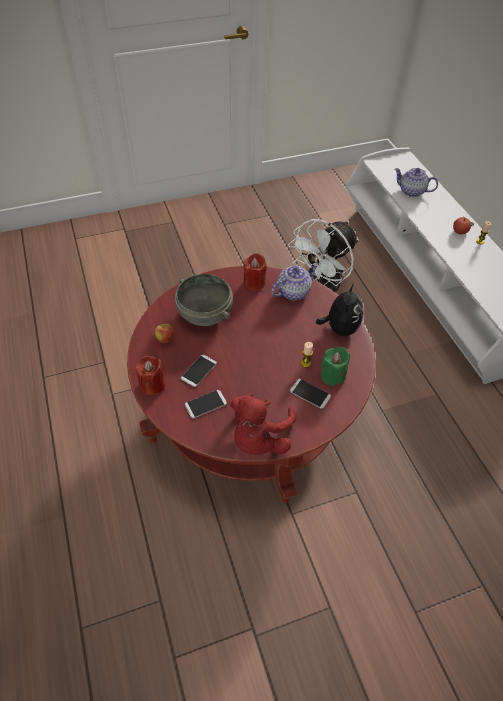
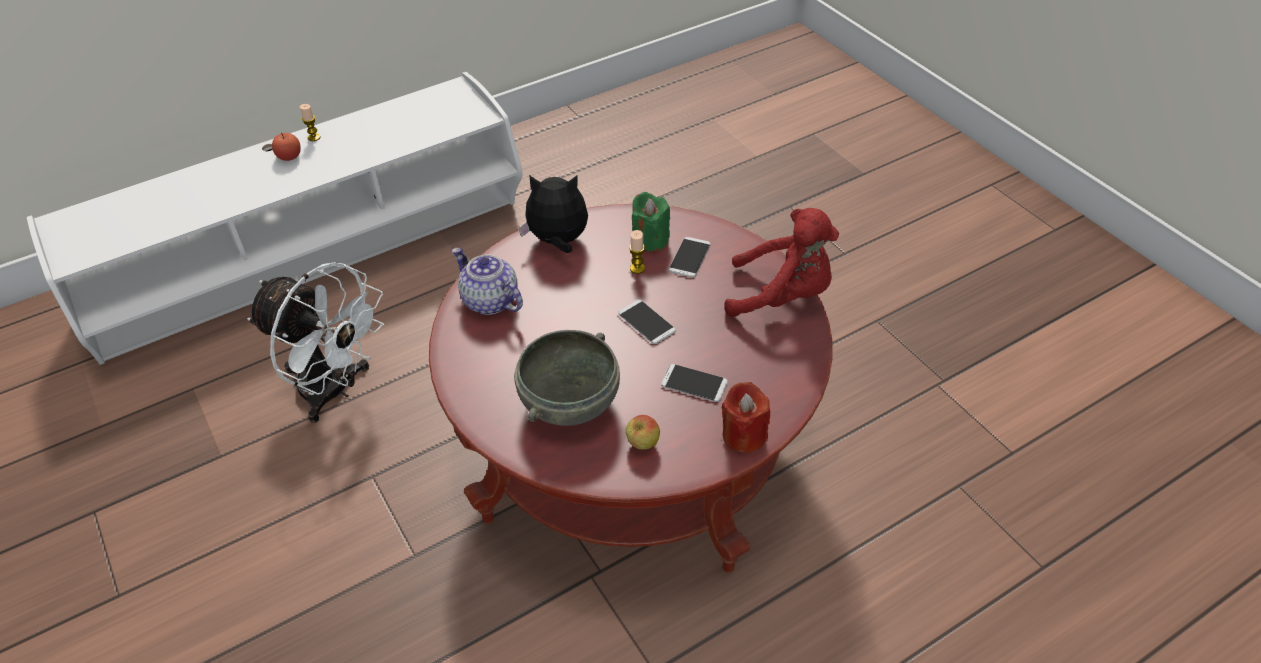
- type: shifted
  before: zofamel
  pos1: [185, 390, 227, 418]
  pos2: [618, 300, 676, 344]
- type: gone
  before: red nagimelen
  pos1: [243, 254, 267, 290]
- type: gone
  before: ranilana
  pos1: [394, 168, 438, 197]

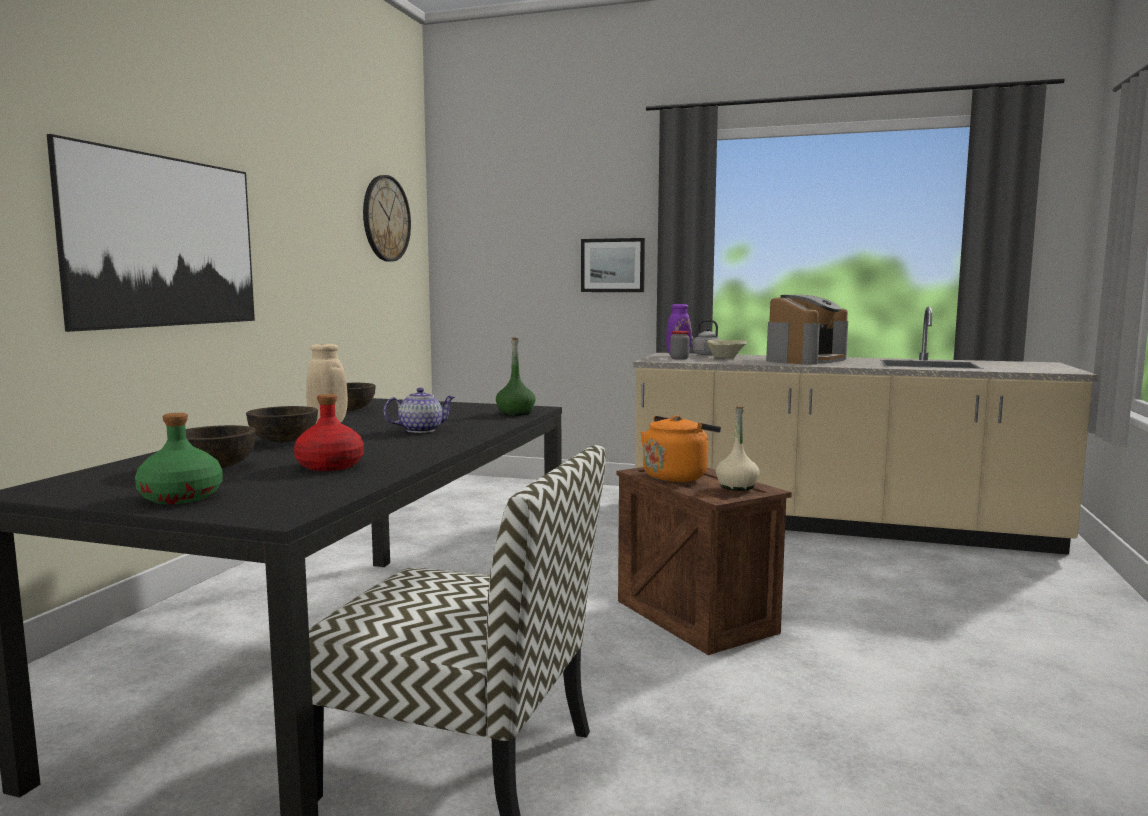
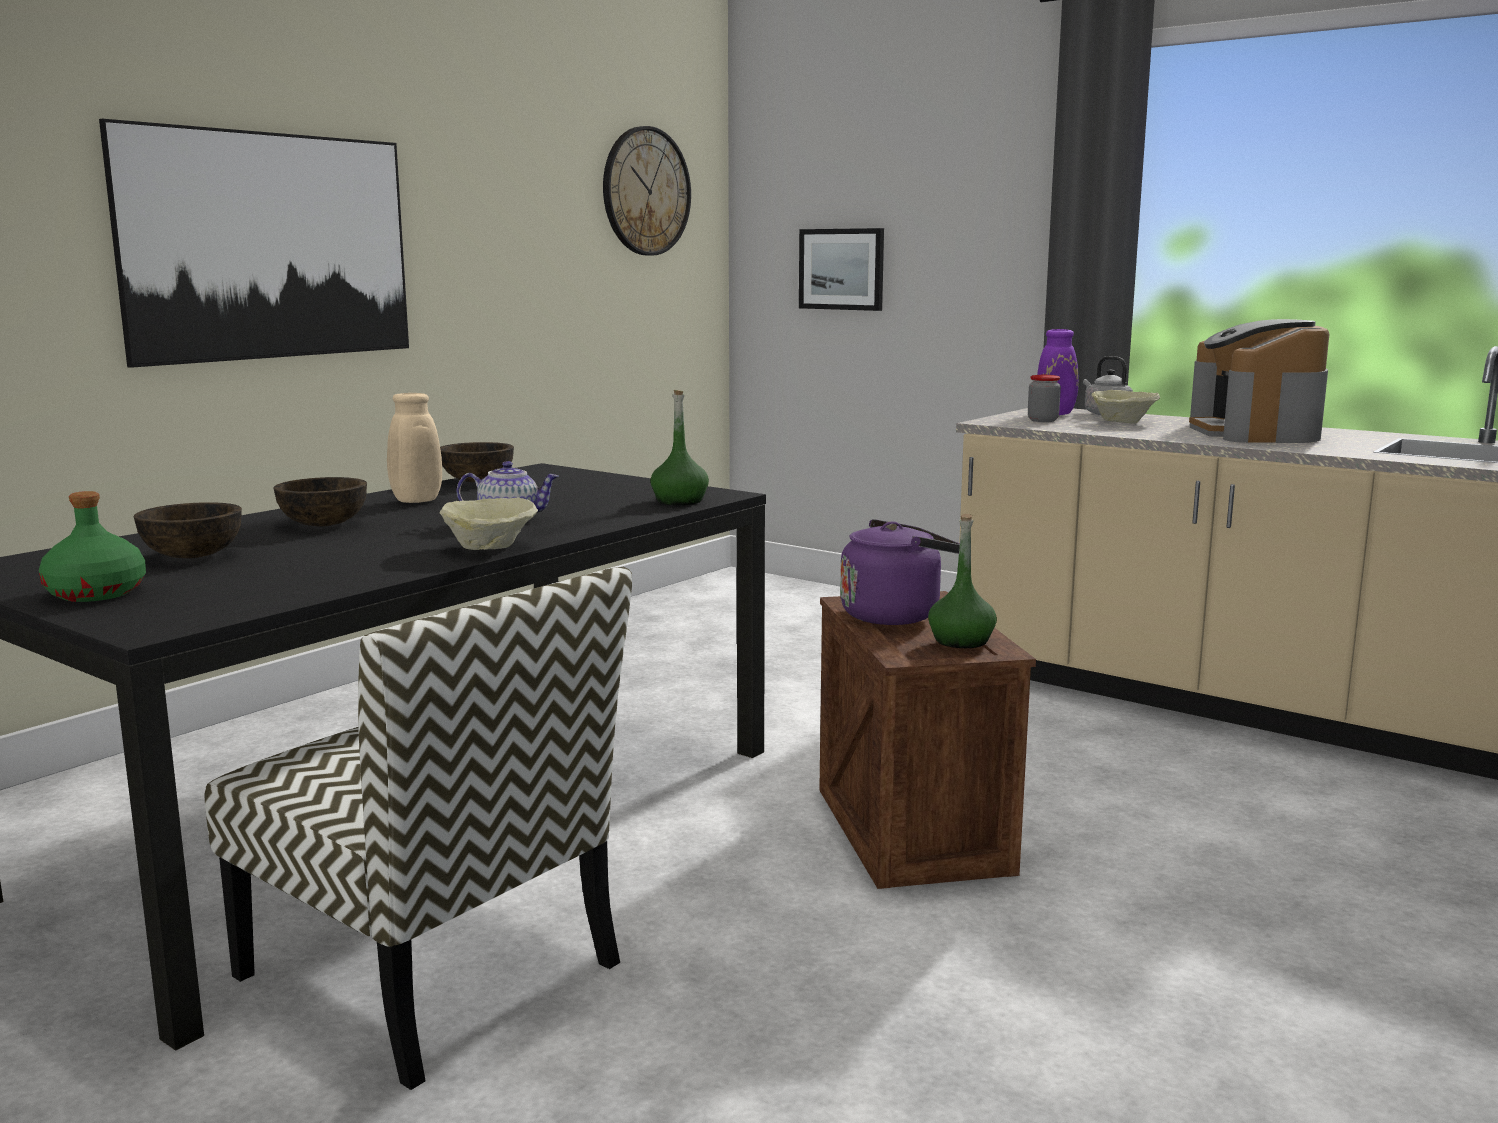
- type: gone
  before: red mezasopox
  pos1: [294, 394, 364, 471]
- type: shifted
  before: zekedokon
  pos1: [581, 238, 645, 292]
  pos2: [799, 228, 884, 311]
- type: repainted
  before: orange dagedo
  after: purple dagedo
  pos1: [640, 415, 721, 482]
  pos2: [840, 519, 960, 625]
- type: repainted
  before: beige mezasopox
  after: green mezasopox
  pos1: [716, 405, 760, 491]
  pos2: [928, 514, 997, 648]
- type: rotated
  before: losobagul
  pos1: [766, 295, 848, 365]
  pos2: [1189, 319, 1329, 443]
  turn: 120
- type: new
  after: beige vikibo
  pos2: [439, 498, 538, 550]

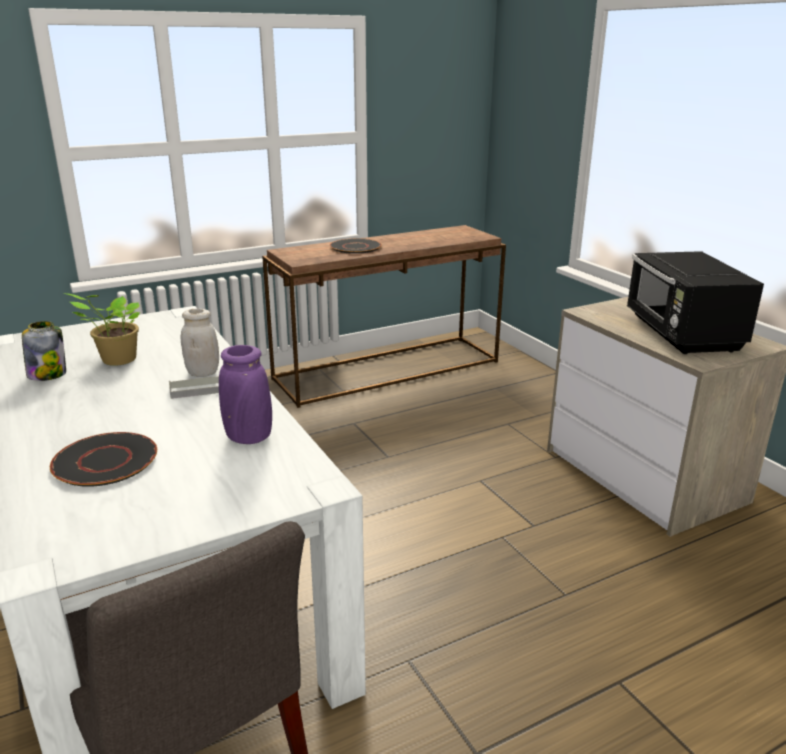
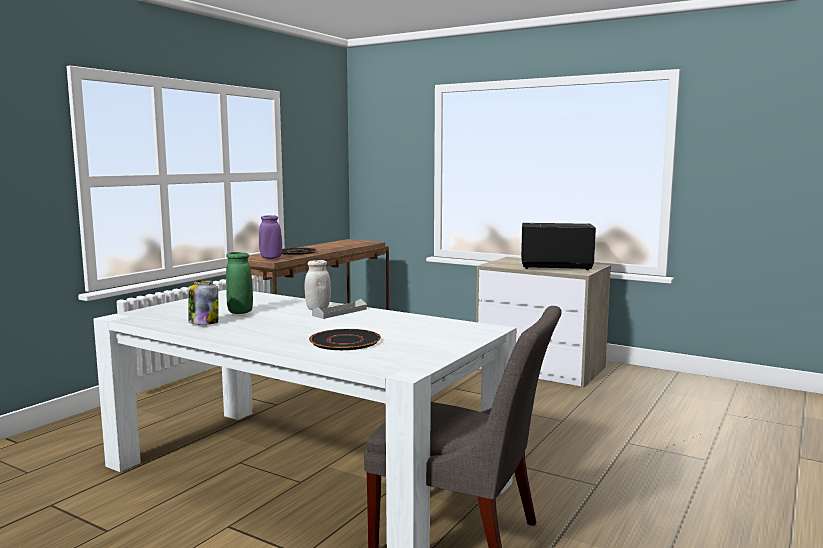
- type: swapped
  before: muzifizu
  after: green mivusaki
  pos1: [64, 293, 140, 366]
  pos2: [226, 252, 253, 314]
- type: shifted
  before: purple mivusaki
  pos1: [219, 345, 272, 444]
  pos2: [259, 215, 282, 259]
- type: rotated
  before: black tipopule
  pos1: [627, 251, 764, 354]
  pos2: [521, 223, 596, 270]
  turn: 135

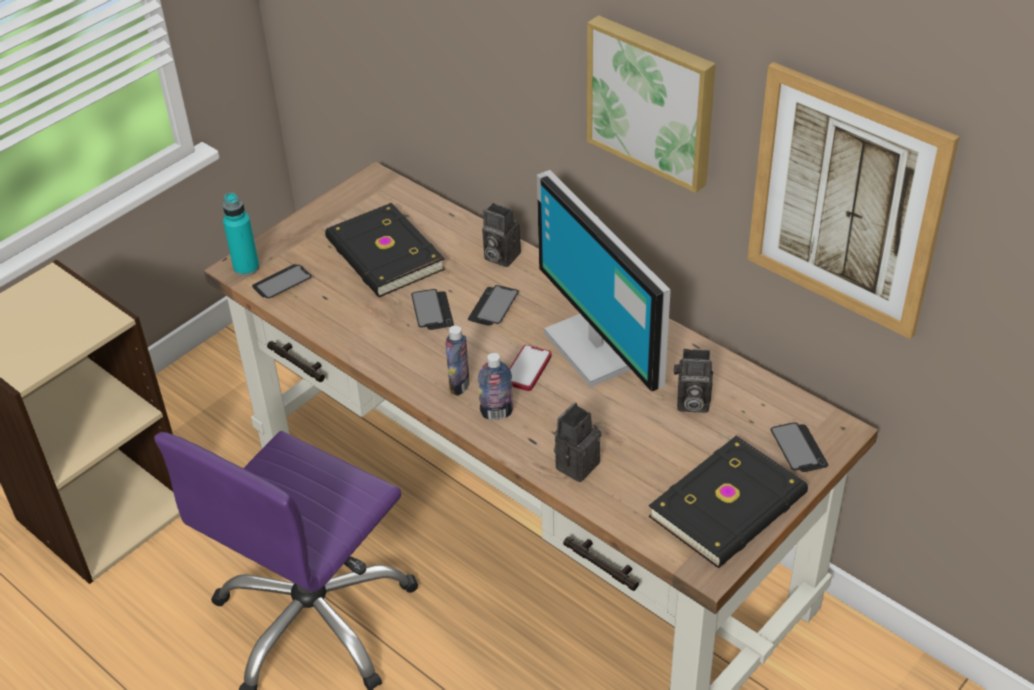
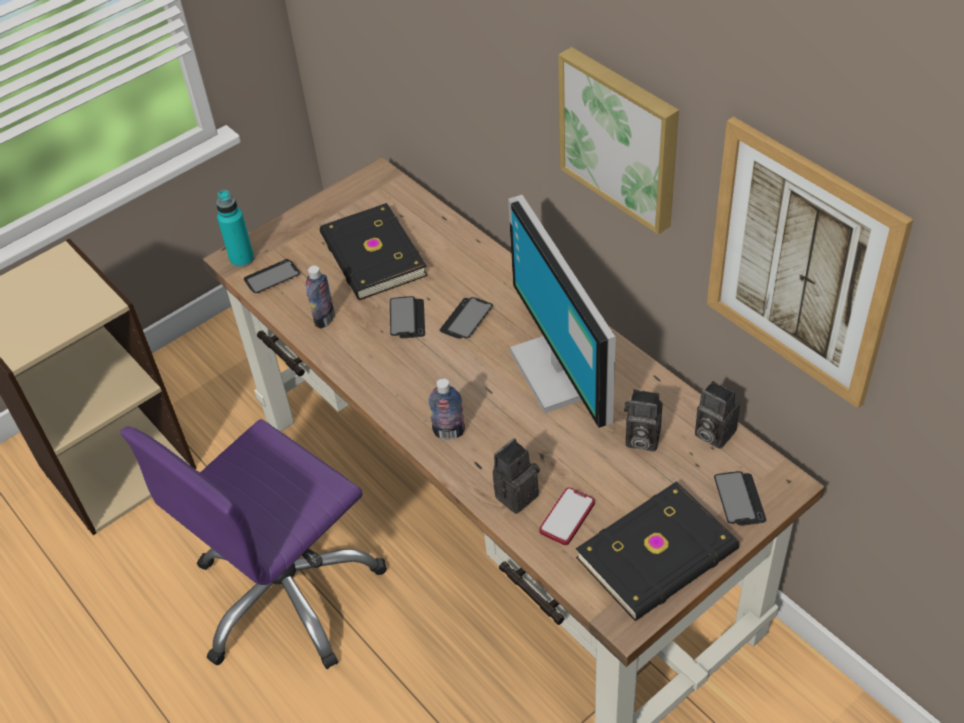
- type: shifted
  before: mezasopox
  pos1: [445, 326, 470, 396]
  pos2: [306, 266, 335, 329]
- type: shifted
  before: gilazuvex
  pos1: [482, 203, 521, 267]
  pos2: [695, 381, 740, 449]
- type: shifted
  before: zofamel
  pos1: [509, 345, 552, 391]
  pos2: [539, 487, 595, 545]

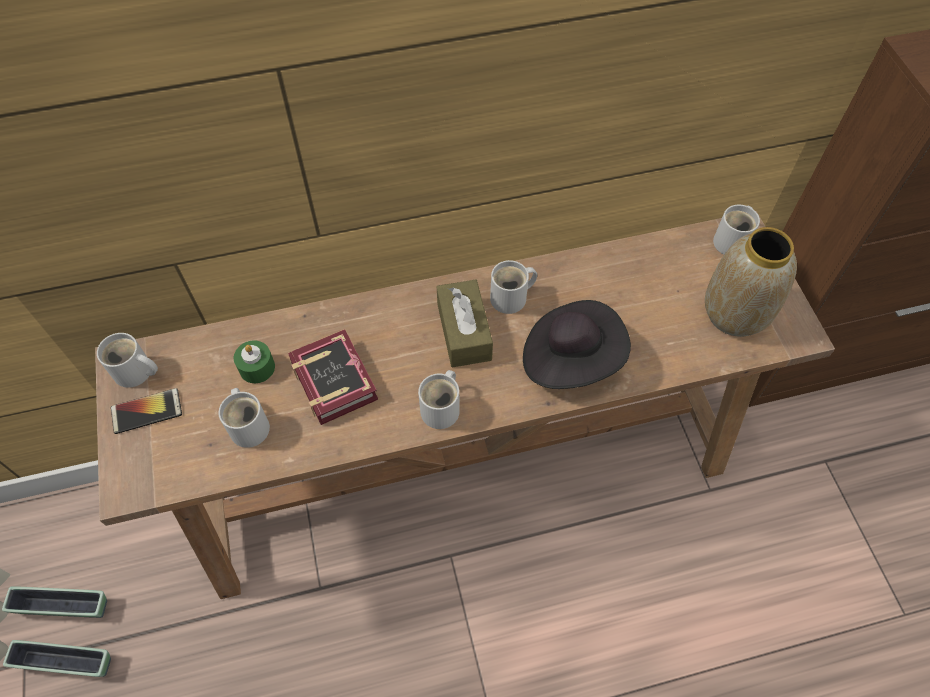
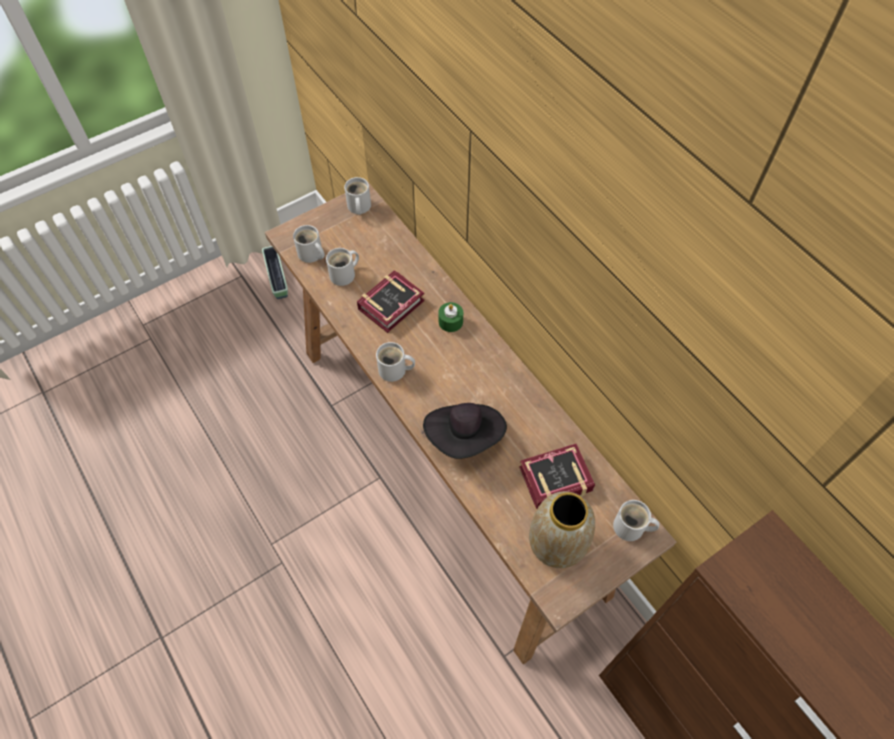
- type: gone
  before: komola
  pos1: [3, 640, 111, 677]
- type: gone
  before: zofamel
  pos1: [111, 388, 182, 434]
- type: shifted
  before: green nagimelen
  pos1: [234, 340, 275, 383]
  pos2: [438, 302, 463, 332]
- type: gone
  before: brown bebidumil
  pos1: [437, 279, 493, 368]
- type: shifted
  before: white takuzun
  pos1: [490, 260, 537, 314]
  pos2: [293, 225, 325, 263]
- type: new
  after: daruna
  pos2: [519, 444, 595, 509]

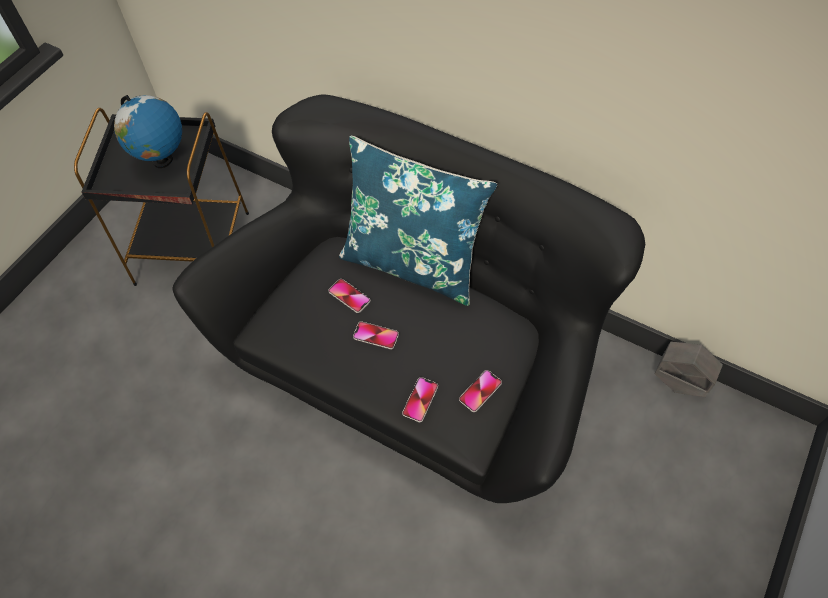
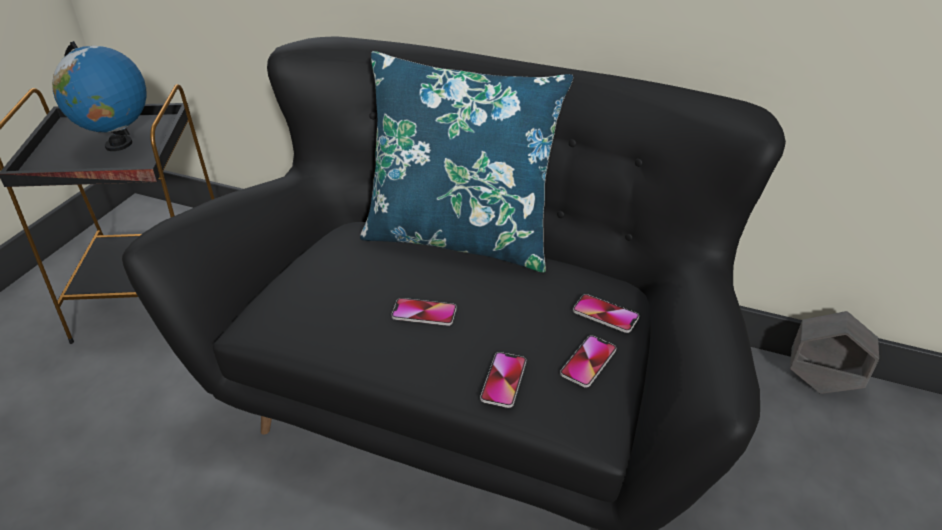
- type: shifted
  before: zofamel
  pos1: [328, 279, 371, 313]
  pos2: [573, 294, 639, 333]

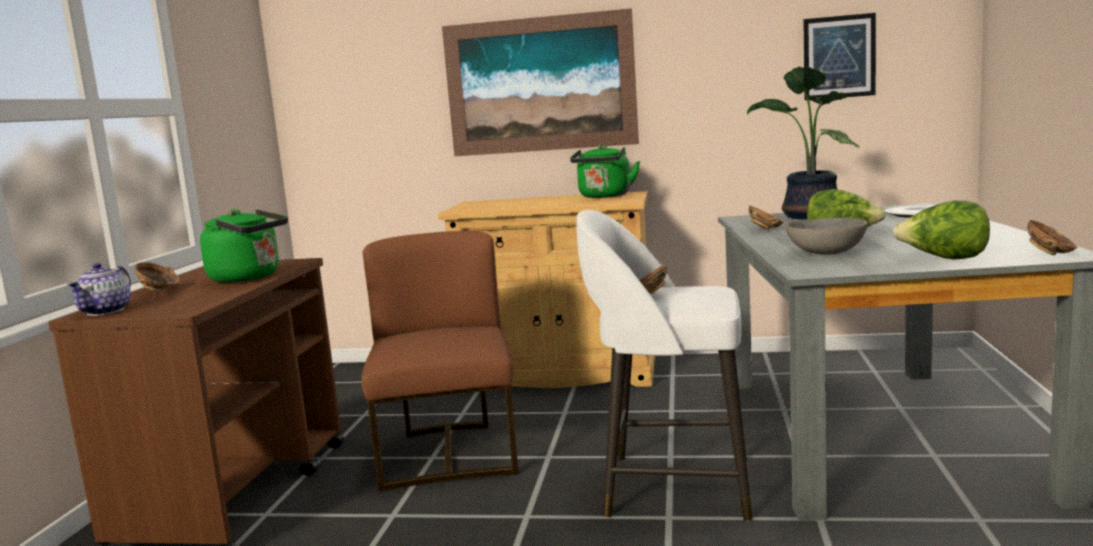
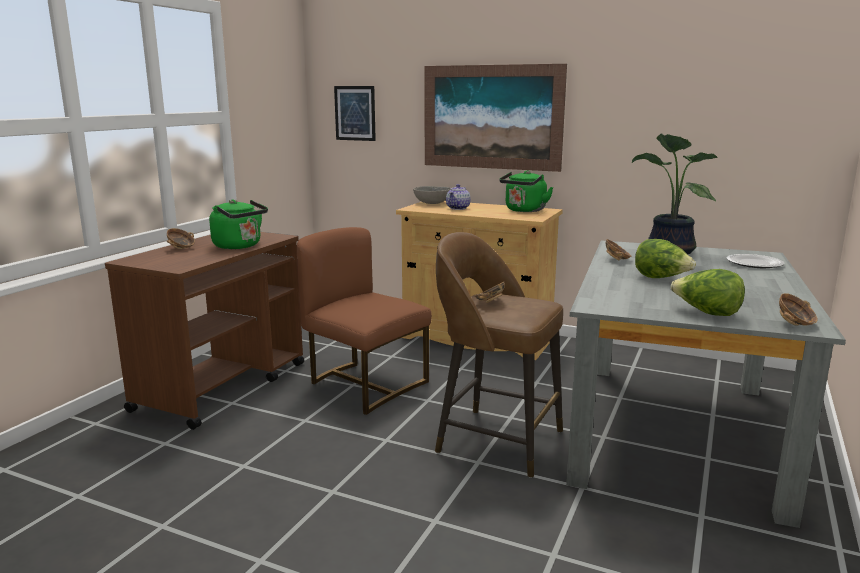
- type: shifted
  before: ranilana
  pos1: [67, 263, 131, 316]
  pos2: [446, 184, 471, 210]
- type: rotated
  before: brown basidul
  pos1: [361, 231, 519, 491]
  pos2: [297, 227, 432, 415]
  turn: -60
- type: repainted
  before: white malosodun
  after: brown malosodun
  pos1: [576, 210, 753, 521]
  pos2: [435, 232, 563, 478]
- type: shifted
  before: grey vikibo
  pos1: [785, 218, 868, 255]
  pos2: [413, 186, 451, 204]
- type: shifted
  before: zekedokon
  pos1: [803, 13, 876, 100]
  pos2: [334, 86, 376, 141]

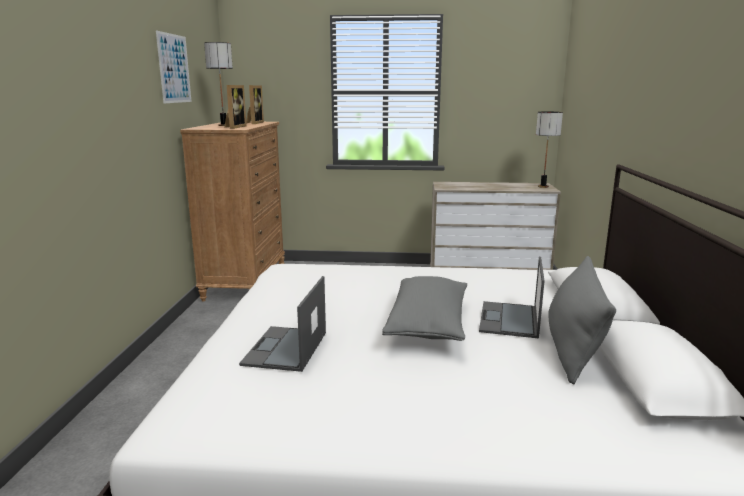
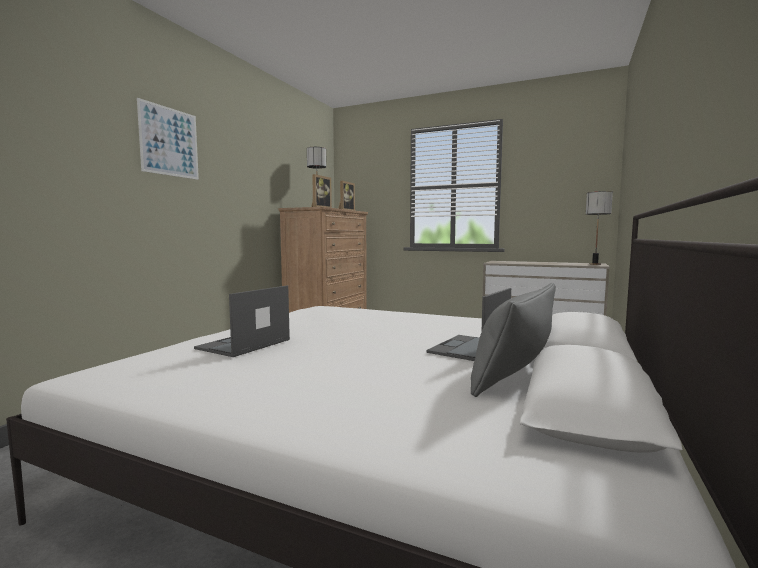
- type: shifted
  before: zekedokon
  pos1: [156, 31, 192, 103]
  pos2: [137, 98, 199, 180]
- type: gone
  before: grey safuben
  pos1: [382, 276, 467, 341]

